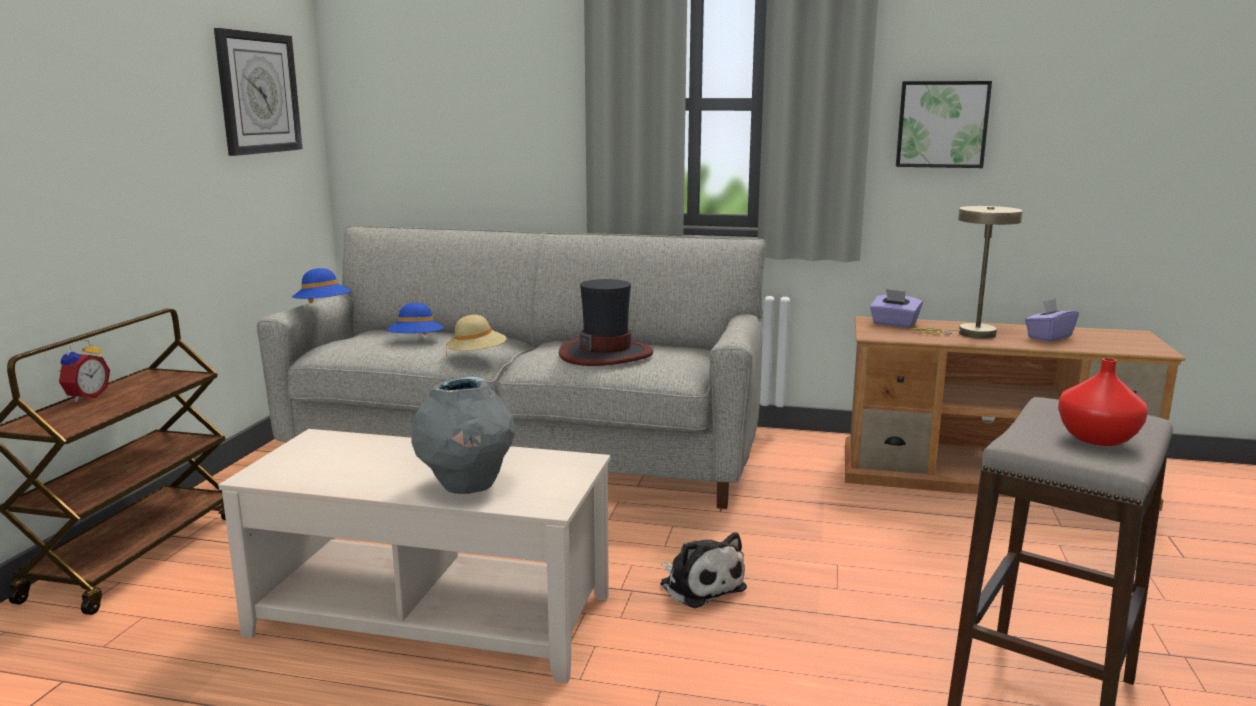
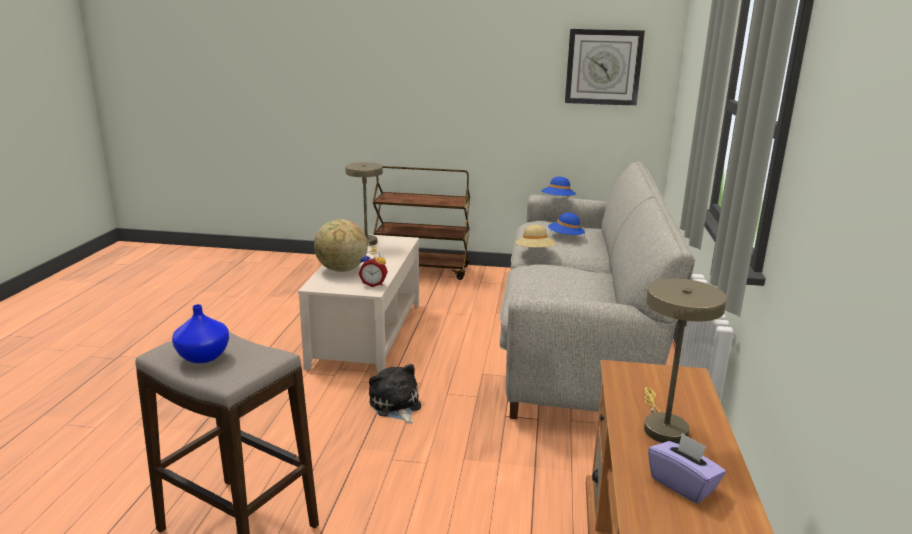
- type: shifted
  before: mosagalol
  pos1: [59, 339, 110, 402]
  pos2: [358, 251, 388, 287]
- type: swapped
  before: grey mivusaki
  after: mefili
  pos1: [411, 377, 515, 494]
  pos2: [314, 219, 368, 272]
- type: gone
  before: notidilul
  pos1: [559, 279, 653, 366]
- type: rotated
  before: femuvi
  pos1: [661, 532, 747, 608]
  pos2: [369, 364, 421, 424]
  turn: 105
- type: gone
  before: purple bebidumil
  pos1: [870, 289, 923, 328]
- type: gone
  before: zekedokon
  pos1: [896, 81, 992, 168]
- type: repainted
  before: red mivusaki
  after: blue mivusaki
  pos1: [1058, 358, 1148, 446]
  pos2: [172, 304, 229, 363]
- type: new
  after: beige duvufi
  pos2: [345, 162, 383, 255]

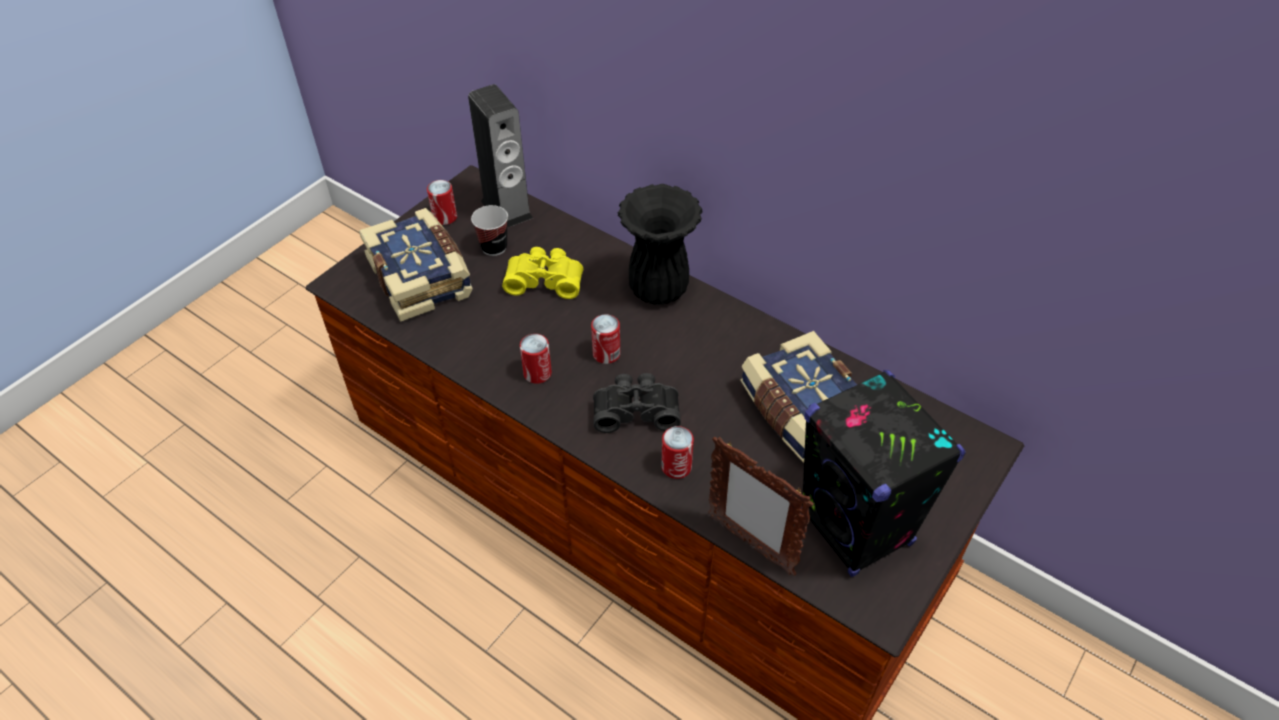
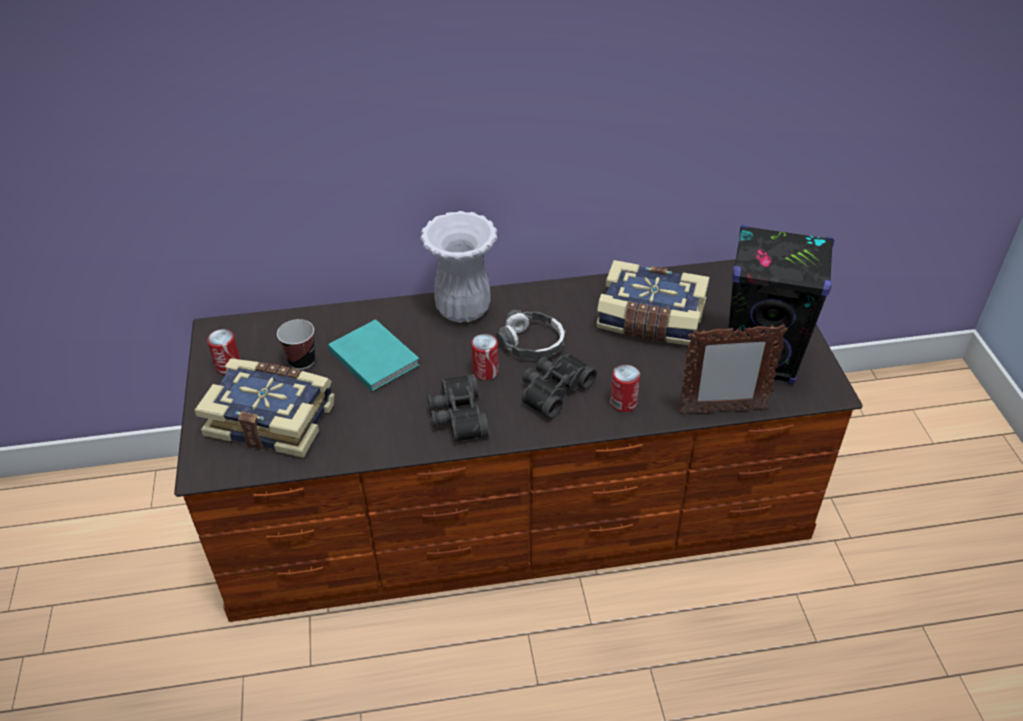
- type: gone
  before: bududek
  pos1: [468, 84, 533, 228]
- type: swapped
  before: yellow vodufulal
  after: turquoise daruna
  pos1: [502, 247, 583, 299]
  pos2: [328, 319, 420, 392]
- type: swapped
  before: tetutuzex
  after: black vodufulal
  pos1: [520, 334, 552, 384]
  pos2: [427, 374, 489, 442]
- type: repainted
  before: black mivusaki
  after: white mivusaki
  pos1: [618, 184, 703, 305]
  pos2: [420, 211, 497, 323]
- type: new
  after: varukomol
  pos2: [496, 310, 565, 359]

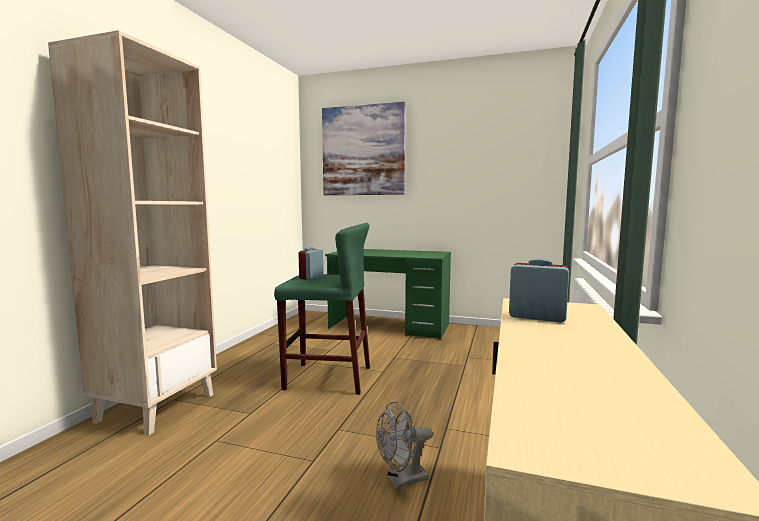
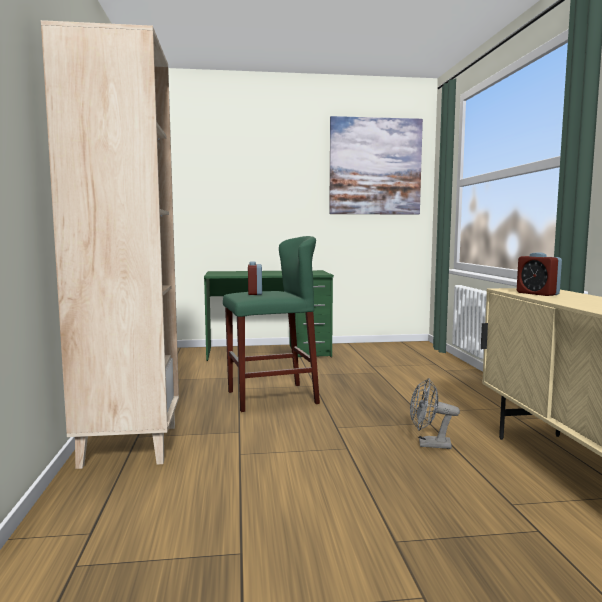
- type: shifted
  before: zekedokon
  pos1: [322, 102, 405, 195]
  pos2: [329, 116, 423, 215]
- type: rotated
  before: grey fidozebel
  pos1: [376, 402, 433, 489]
  pos2: [410, 378, 460, 449]
  turn: 60
- type: rotated
  before: mosagalol
  pos1: [509, 258, 569, 322]
  pos2: [517, 252, 562, 296]
  turn: -120

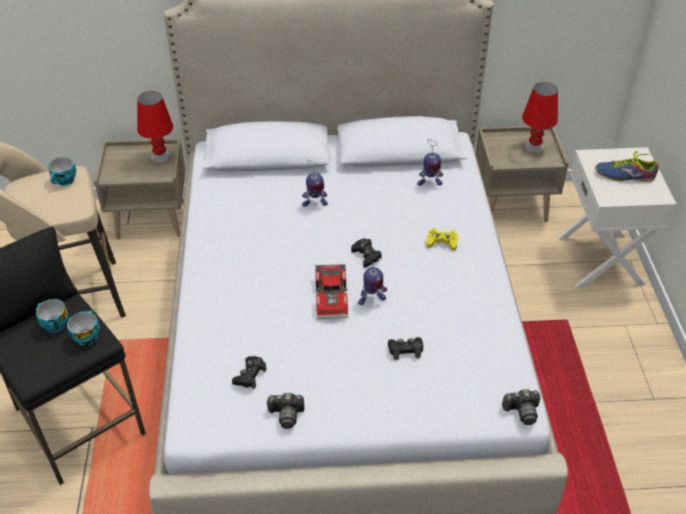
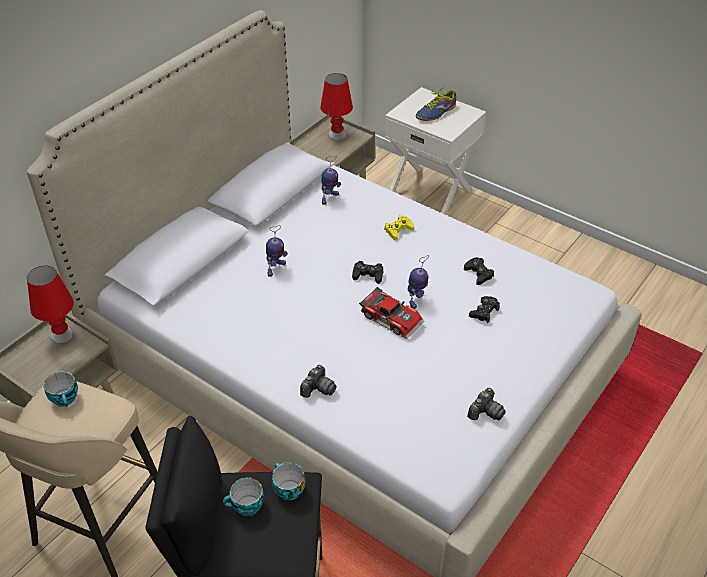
- type: shifted
  before: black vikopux
  pos1: [232, 356, 267, 389]
  pos2: [464, 257, 494, 285]
- type: shifted
  before: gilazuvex
  pos1: [502, 389, 540, 425]
  pos2: [300, 365, 336, 398]

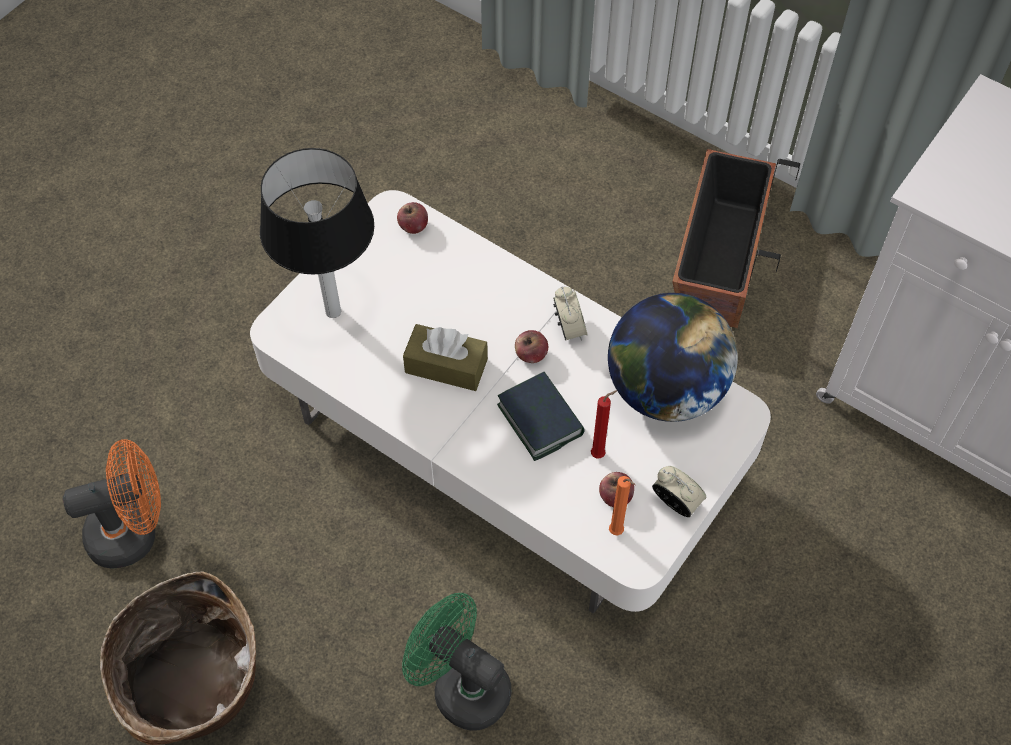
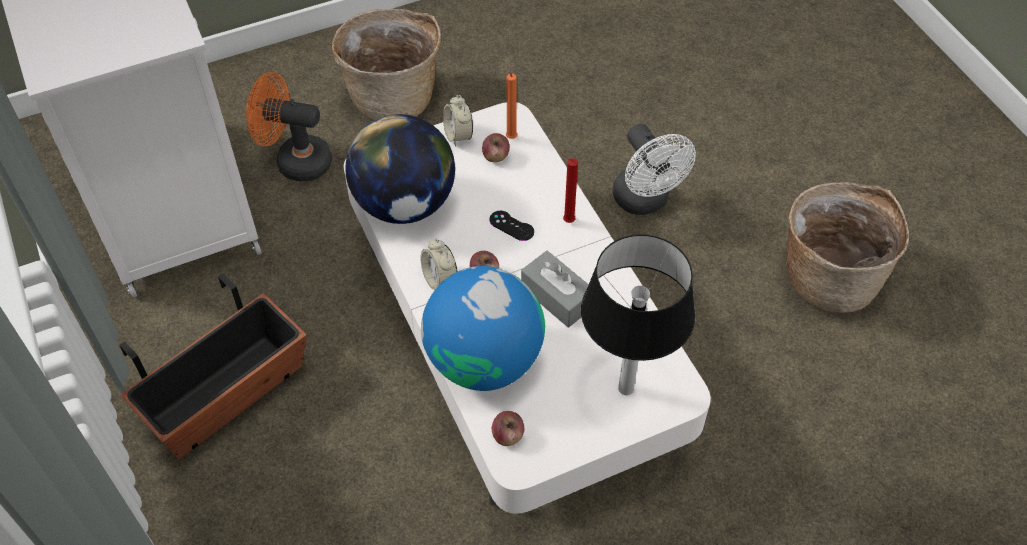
- type: shifted
  before: orange fidozebel
  pos1: [63, 439, 161, 569]
  pos2: [246, 72, 332, 181]
- type: repainted
  before: green fidozebel
  after: white fidozebel
  pos1: [402, 593, 511, 731]
  pos2: [613, 124, 696, 215]
- type: repainted
  before: brown bebidumil
  after: grey bebidumil
  pos1: [403, 324, 488, 391]
  pos2: [521, 251, 589, 328]
- type: swapped
  before: daruna
  after: black vikopux
  pos1: [497, 372, 585, 461]
  pos2: [490, 211, 534, 241]
- type: rotated
  before: mosagalol
  pos1: [553, 286, 588, 341]
  pos2: [420, 239, 457, 290]
  turn: -45
- type: shifted
  before: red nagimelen
  pos1: [591, 390, 618, 458]
  pos2: [562, 154, 578, 223]
- type: new
  after: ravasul
  pos2: [332, 9, 441, 120]
- type: new
  after: mefili
  pos2: [421, 266, 545, 391]

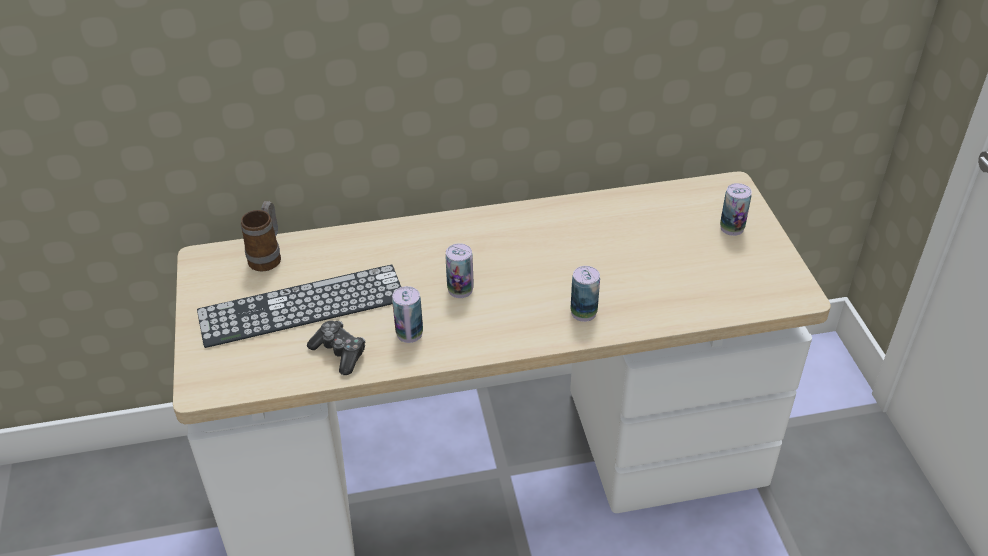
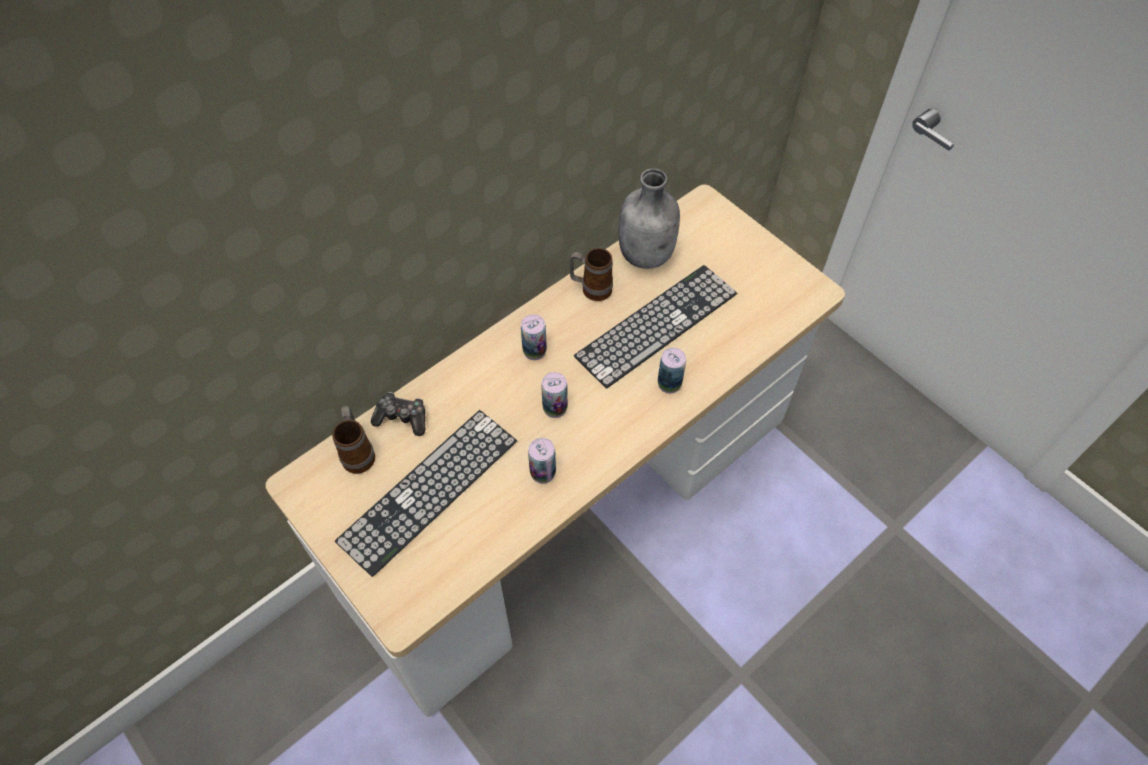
- type: shifted
  before: vikopux
  pos1: [307, 321, 365, 375]
  pos2: [371, 392, 425, 436]
- type: shifted
  before: tetutuzex
  pos1: [720, 183, 752, 236]
  pos2: [521, 314, 547, 360]
- type: new
  after: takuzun
  pos2: [569, 248, 613, 301]
- type: new
  after: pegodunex
  pos2: [574, 265, 737, 389]
- type: new
  after: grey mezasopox
  pos2: [619, 168, 680, 269]

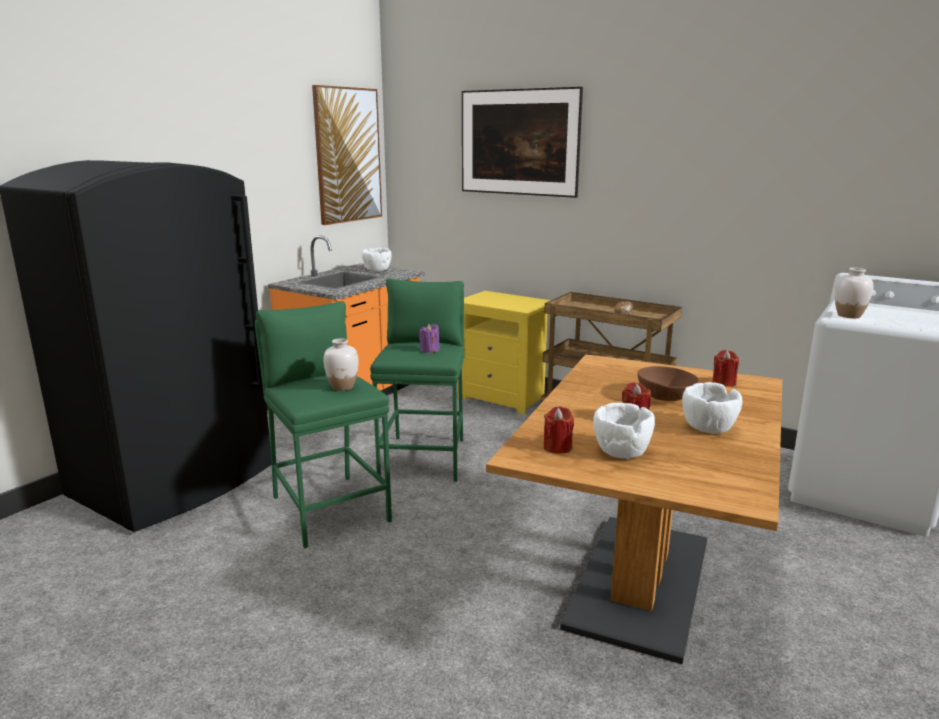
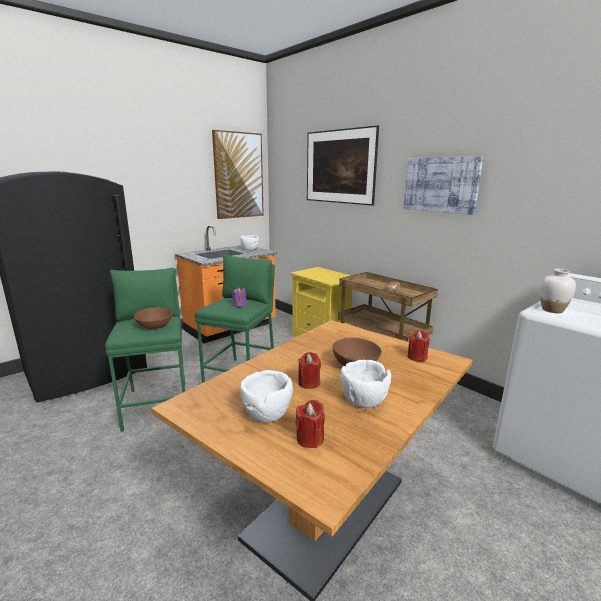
- type: swapped
  before: white mivusaki
  after: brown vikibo
  pos1: [323, 339, 359, 391]
  pos2: [134, 307, 173, 329]
- type: shifted
  before: red nagimelen
  pos1: [544, 406, 574, 454]
  pos2: [296, 400, 325, 448]
- type: new
  after: zekedokon
  pos2: [404, 156, 483, 215]

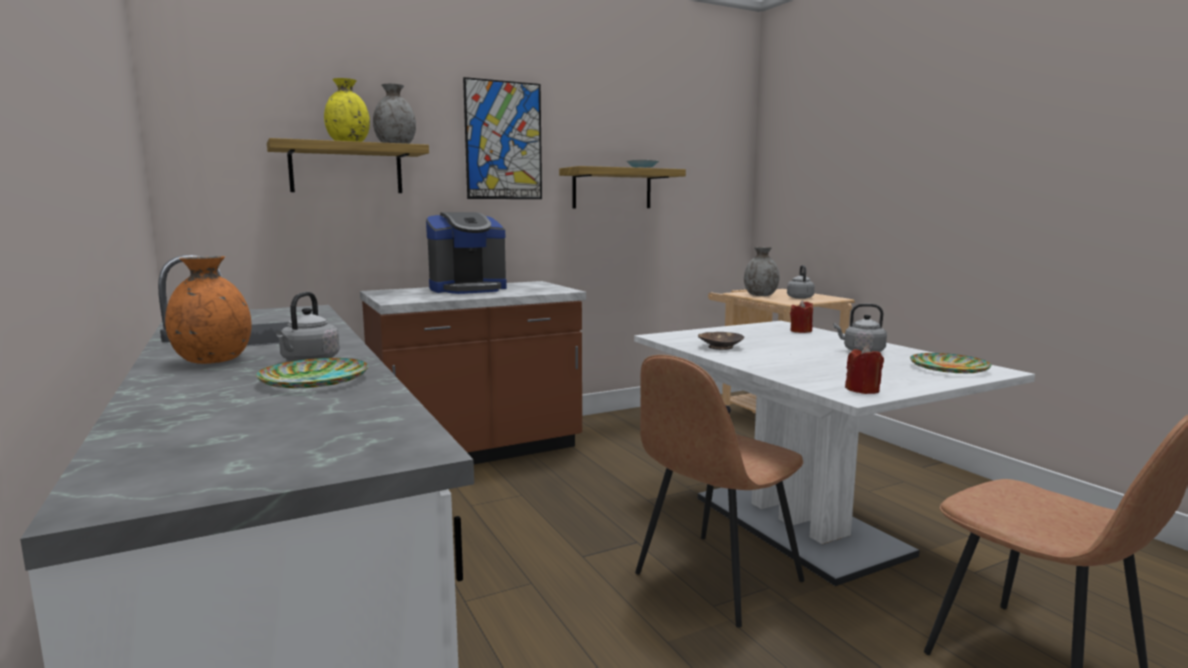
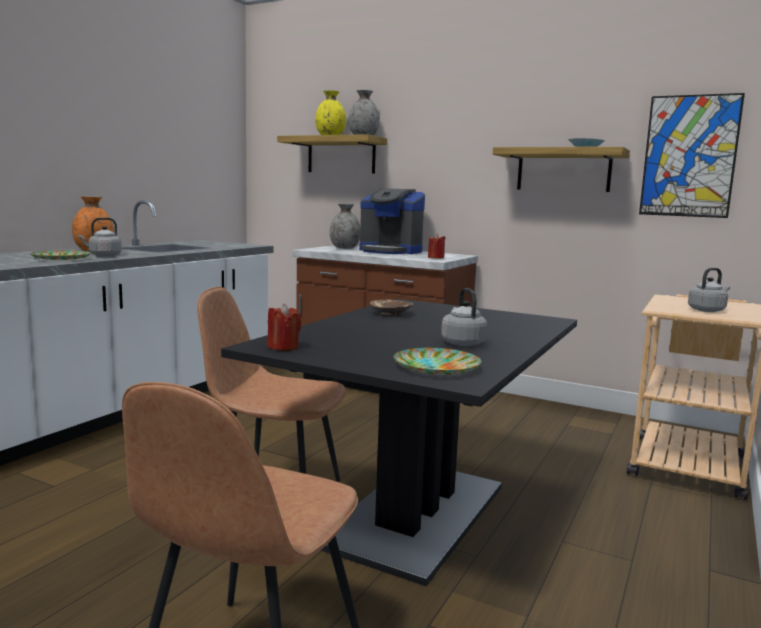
- type: shifted
  before: zekedokon
  pos1: [463, 77, 542, 199]
  pos2: [639, 93, 745, 218]
- type: repainted
  before: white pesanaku
  after: black pesanaku
  pos1: [634, 321, 1035, 586]
  pos2: [221, 298, 577, 586]
- type: shifted
  before: grey mivusaki
  pos1: [744, 247, 780, 296]
  pos2: [330, 204, 360, 249]
- type: shifted
  before: red nagimelen
  pos1: [790, 300, 813, 333]
  pos2: [428, 234, 445, 259]

